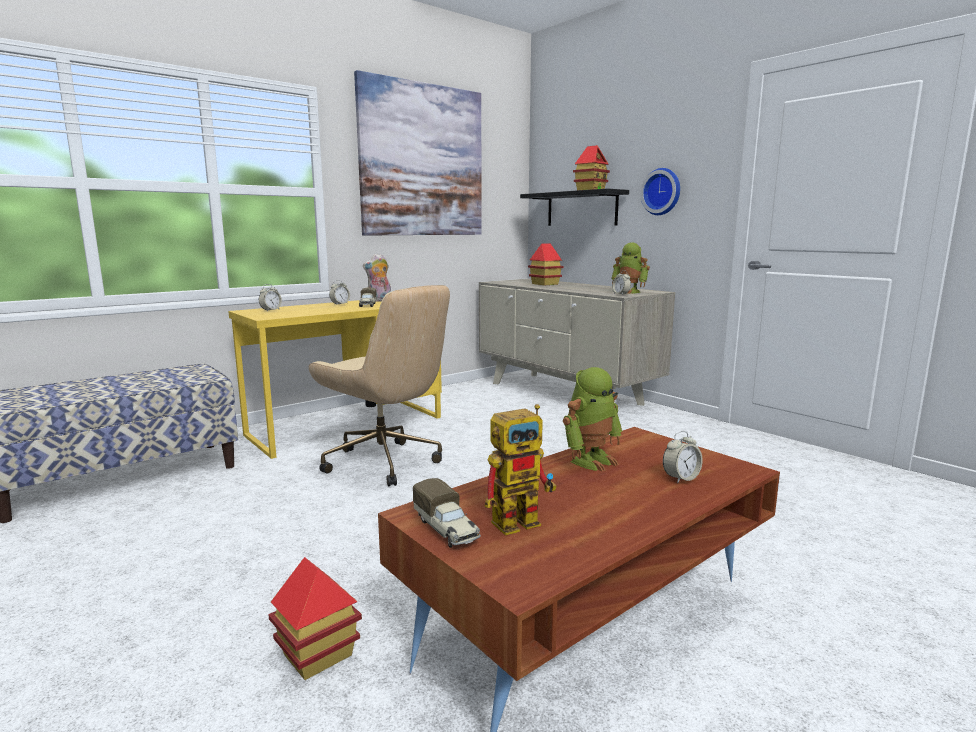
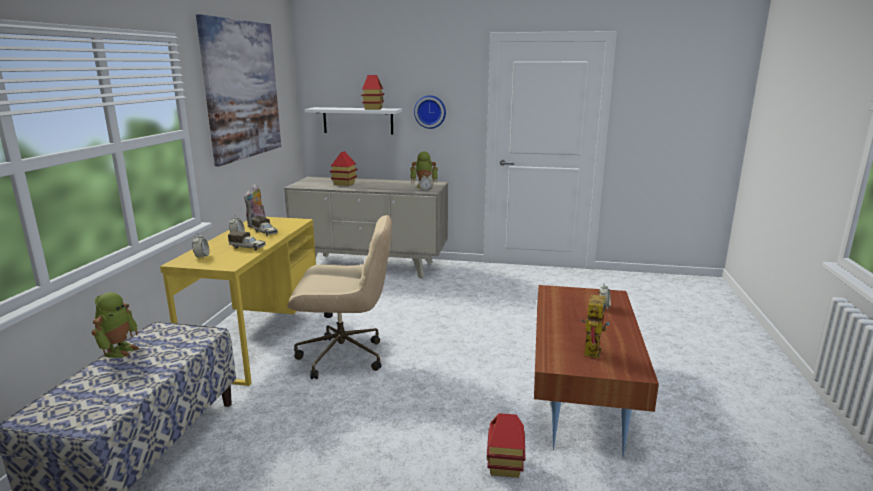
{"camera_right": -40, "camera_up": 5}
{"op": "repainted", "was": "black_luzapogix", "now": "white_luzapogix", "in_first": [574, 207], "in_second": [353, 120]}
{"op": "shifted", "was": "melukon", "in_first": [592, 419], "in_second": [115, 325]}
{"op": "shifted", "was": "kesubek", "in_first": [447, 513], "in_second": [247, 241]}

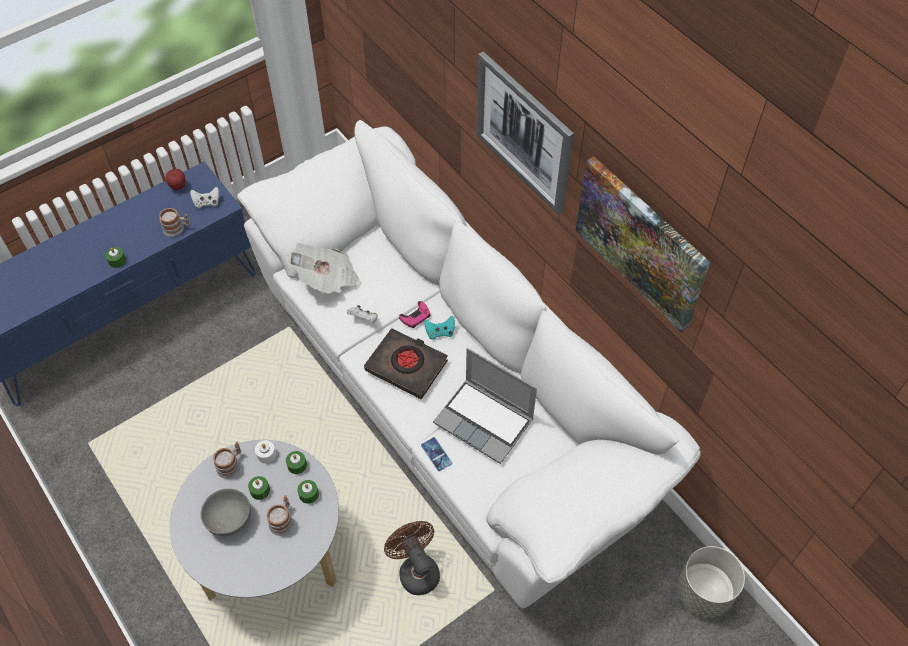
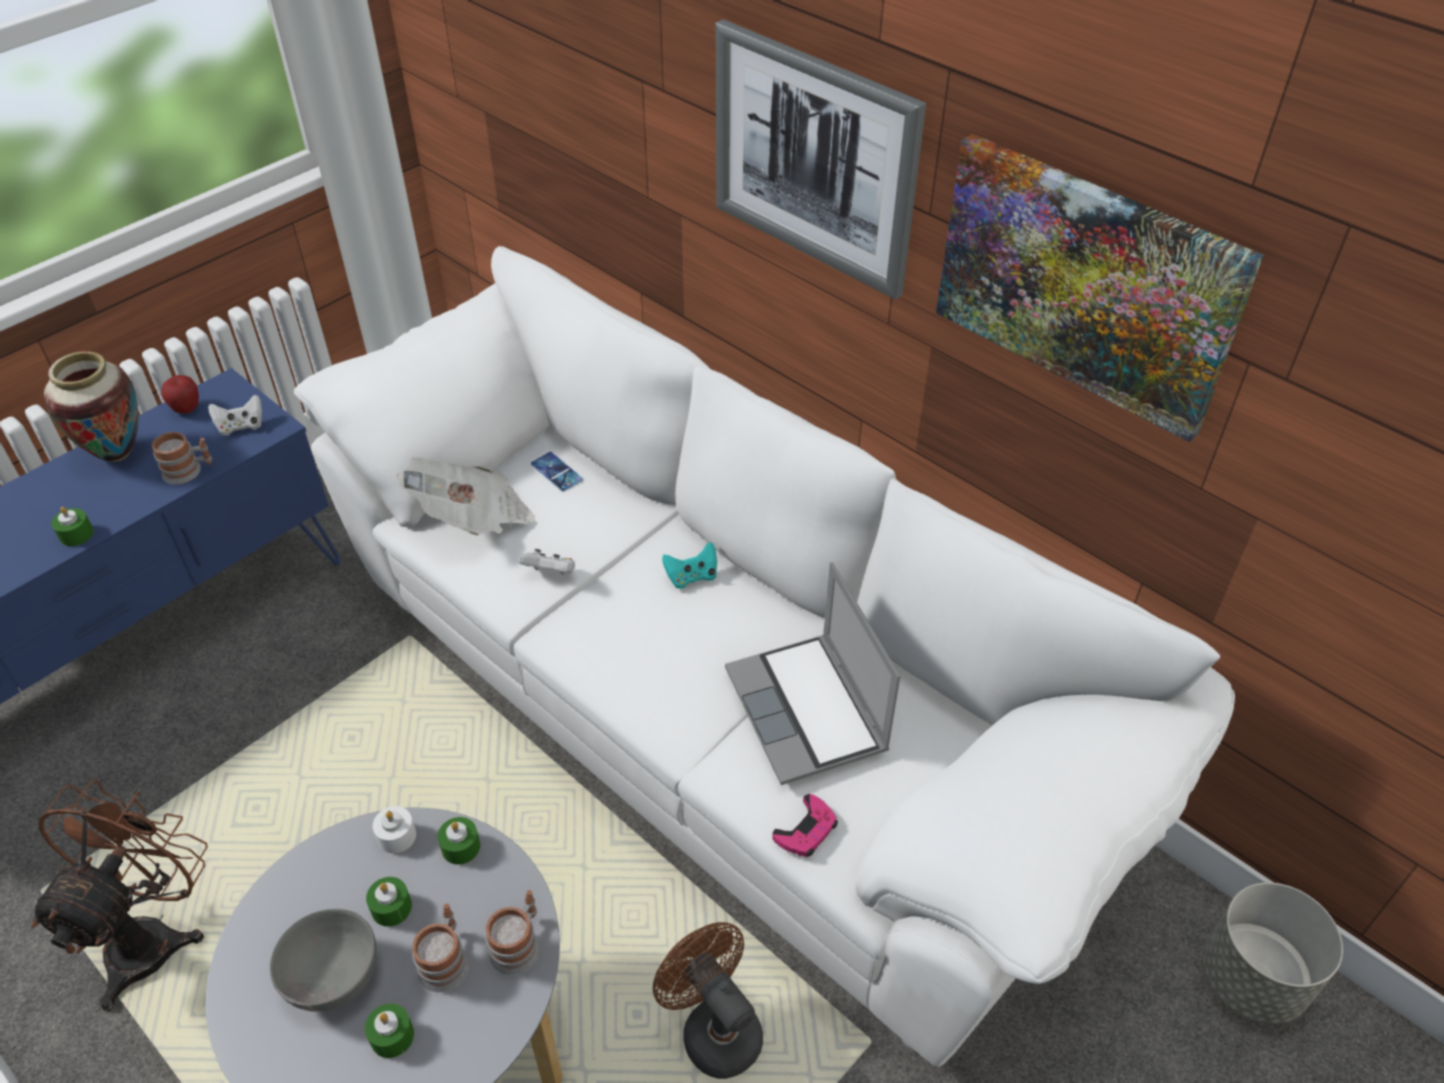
{"camera_right": -10, "camera_up": -10}
{"op": "shifted", "was": "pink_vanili", "in_first": [415, 314], "in_second": [805, 825]}
{"op": "gone", "was": "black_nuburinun", "in_first": [406, 363]}
{"op": "rotated", "was": "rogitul", "in_first": [485, 406], "in_second": [812, 673], "clockwise": 45}
{"op": "shifted", "was": "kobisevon", "in_first": [436, 454], "in_second": [557, 471]}
{"op": "shifted", "was": "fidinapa", "in_first": [227, 460], "in_second": [512, 932]}
{"op": "shifted", "was": "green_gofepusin", "in_first": [308, 492], "in_second": [389, 1030]}
{"op": "new", "now": "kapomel", "in_second": [91, 406]}
{"op": "new", "now": "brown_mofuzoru", "in_second": [119, 895]}

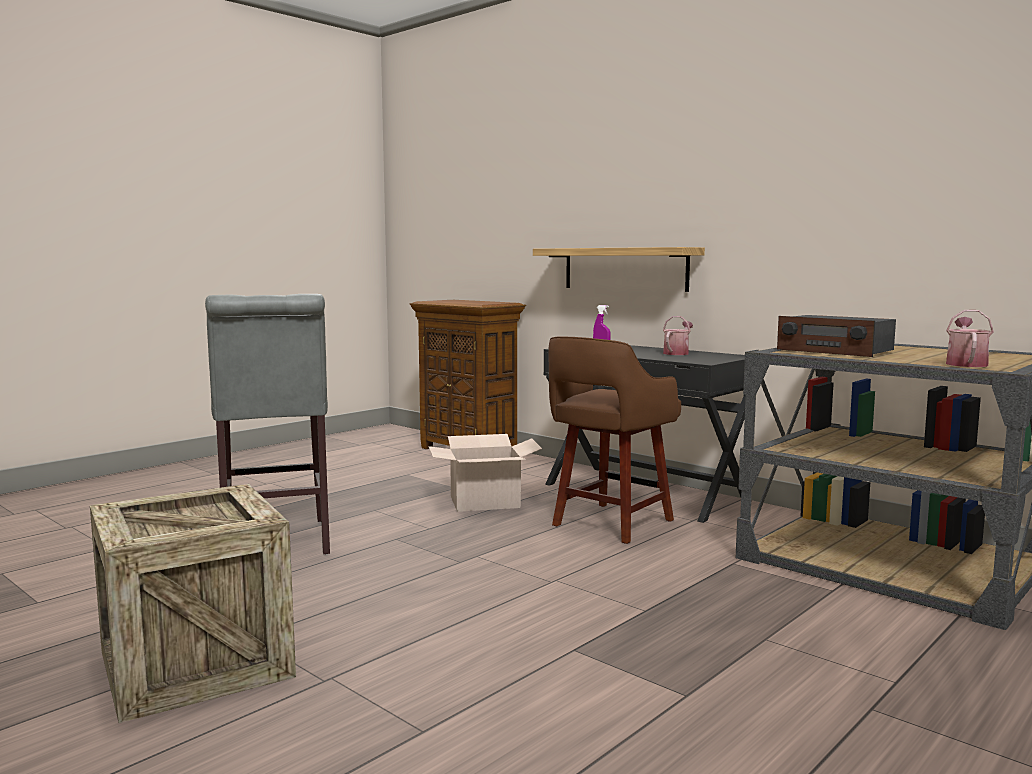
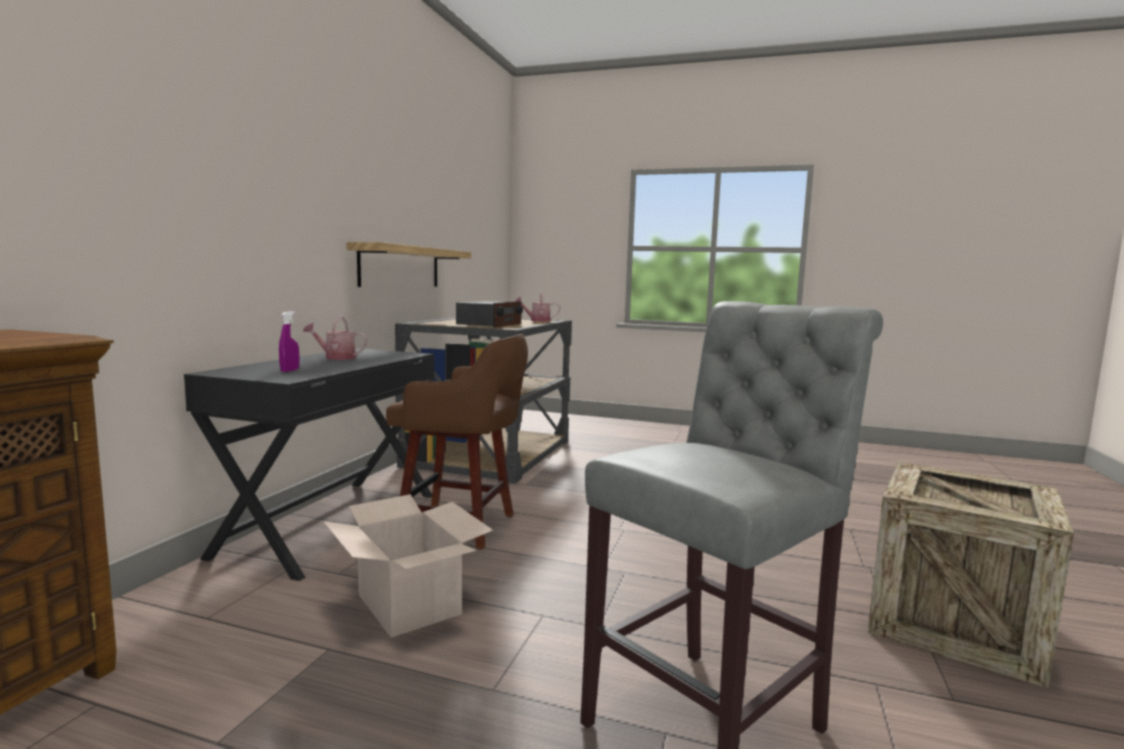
{"camera_right": -115, "camera_up": 0}
{"op": "shifted", "was": "luzapogix", "in_first": [619, 269], "in_second": [408, 264]}

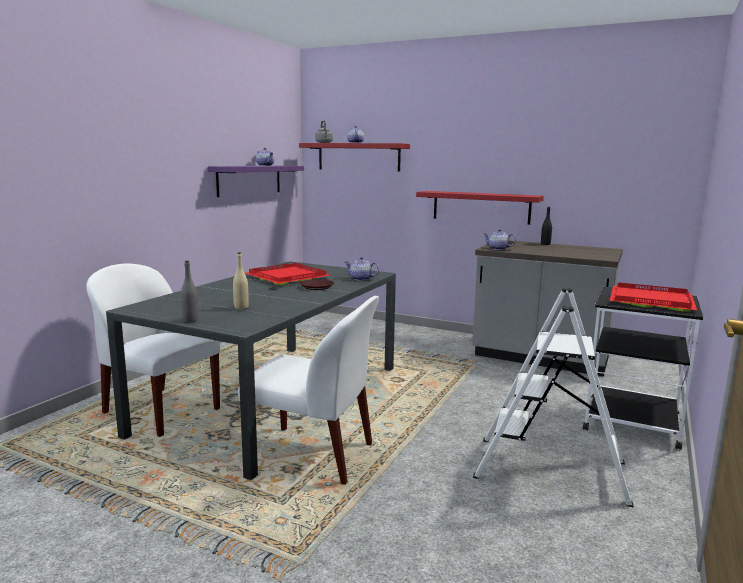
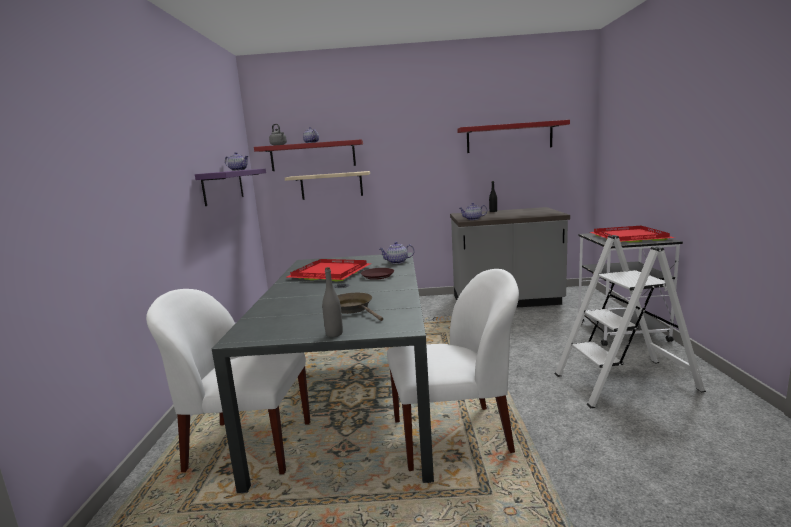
{"camera_right": -25, "camera_up": 0}
{"op": "shifted", "was": "red_luzapogix", "in_first": [480, 208], "in_second": [513, 136]}
{"op": "swapped", "was": "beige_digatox", "now": "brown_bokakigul", "in_first": [241, 280], "in_second": [360, 307]}
{"op": "new", "now": "beige_luzapogix", "in_second": [327, 185]}

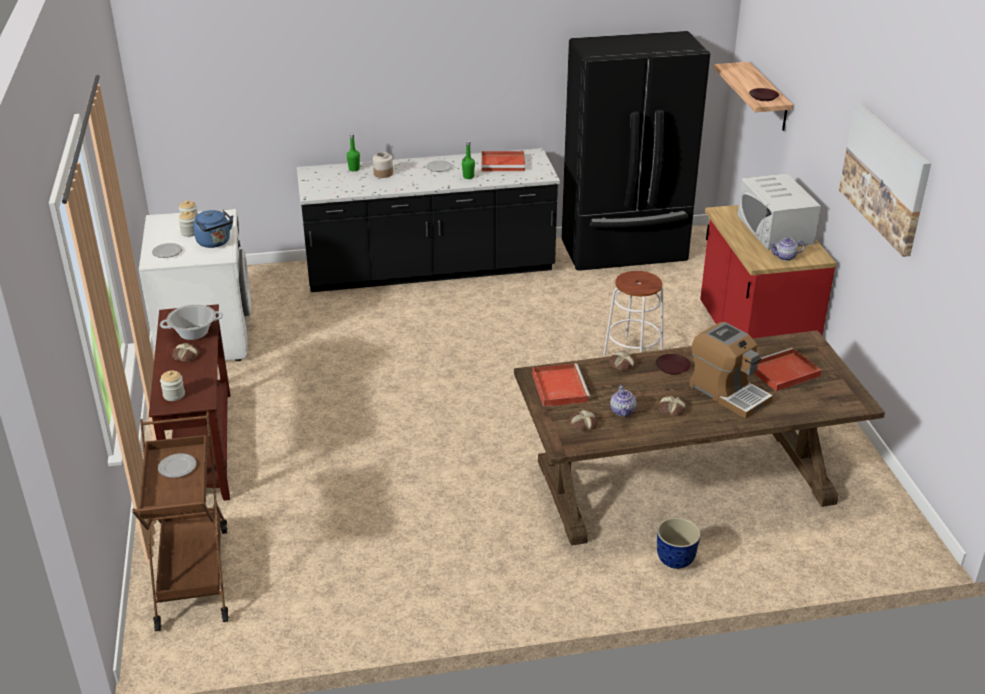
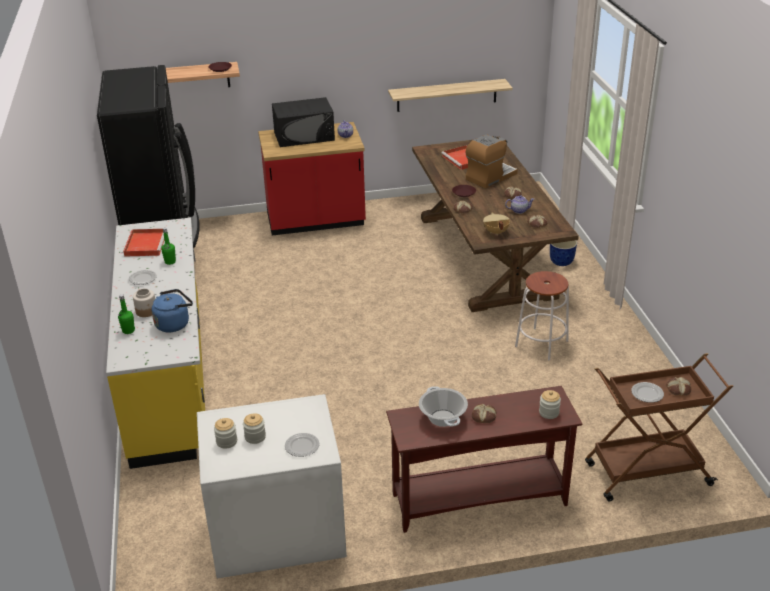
{"camera_right": -90, "camera_up": 0}
{"op": "gone", "was": "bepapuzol", "in_first": [885, 180]}
{"op": "repainted", "was": "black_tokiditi", "now": "yellow_tokiditi", "in_first": [428, 220], "in_second": [155, 343]}
{"op": "repainted", "was": "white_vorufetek", "now": "black_vorufetek", "in_first": [779, 211], "in_second": [303, 122]}
{"op": "shifted", "was": "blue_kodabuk", "in_first": [213, 229], "in_second": [172, 311]}
{"op": "shifted", "was": "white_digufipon", "in_first": [633, 313], "in_second": [542, 315]}
{"op": "swapped", "was": "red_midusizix", "now": "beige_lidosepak", "in_first": [561, 385], "in_second": [496, 224]}
{"op": "new", "now": "luzapogix", "in_second": [450, 95]}
{"op": "new", "now": "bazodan", "in_second": [678, 386]}

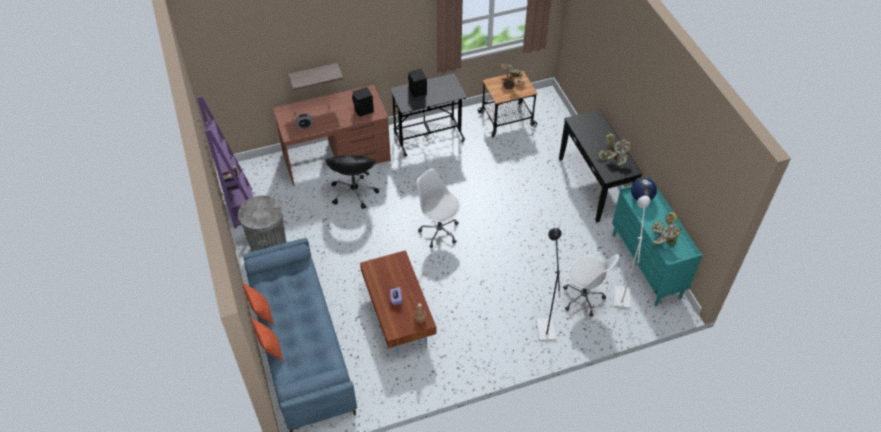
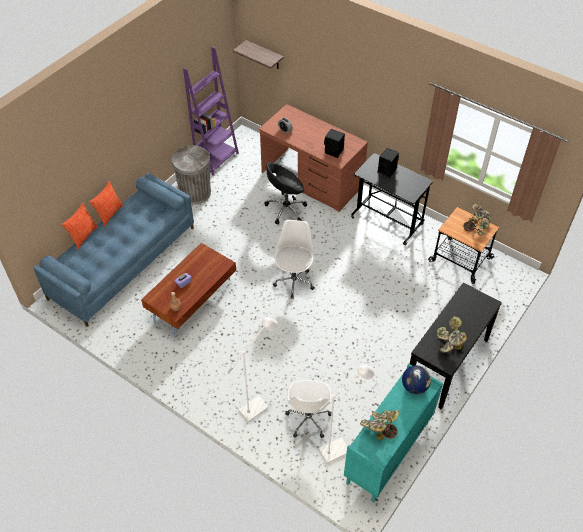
{"camera_right": 55, "camera_up": 0}
{"op": "shifted", "was": "luzapogix", "in_first": [315, 76], "in_second": [258, 54]}
{"op": "repainted", "was": "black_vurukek", "now": "white_vurukek", "in_first": [549, 284], "in_second": [252, 369]}

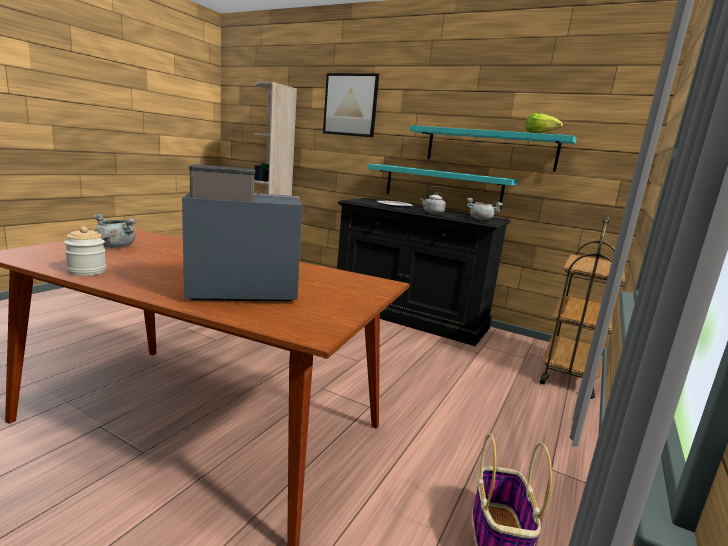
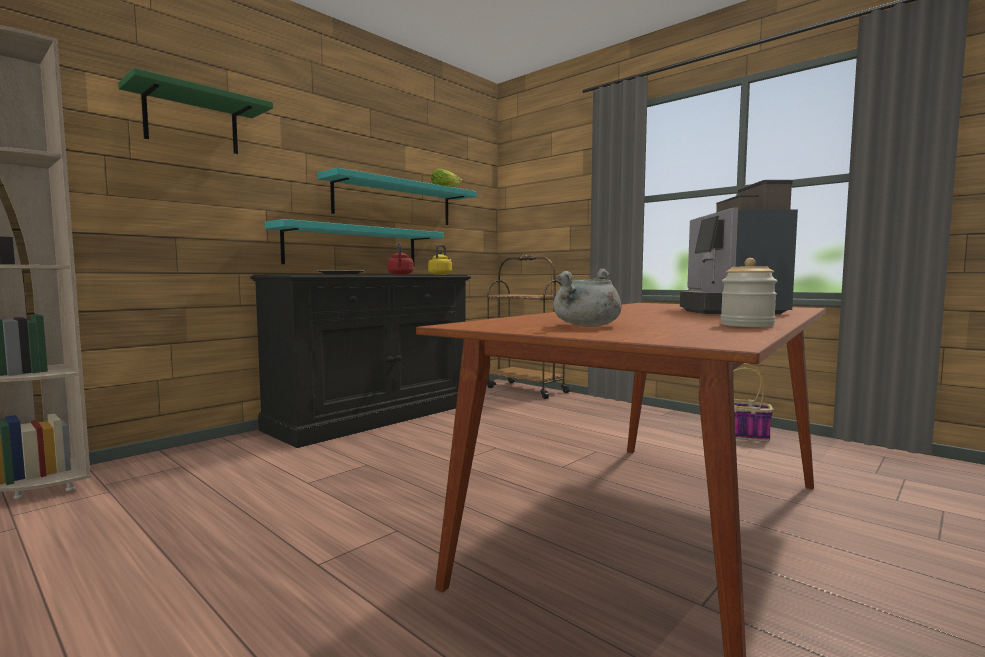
{"camera_right": -75, "camera_up": -10}
{"op": "swapped", "was": "bepapuzol", "now": "green_luzapogix", "in_first": [351, 105], "in_second": [196, 111]}
{"op": "repainted", "was": "grey_kodabuk", "now": "red_kodabuk", "in_first": [433, 200], "in_second": [400, 258]}
{"op": "swapped", "was": "grey_lidosepak", "now": "yellow_kodabuk", "in_first": [485, 209], "in_second": [440, 260]}

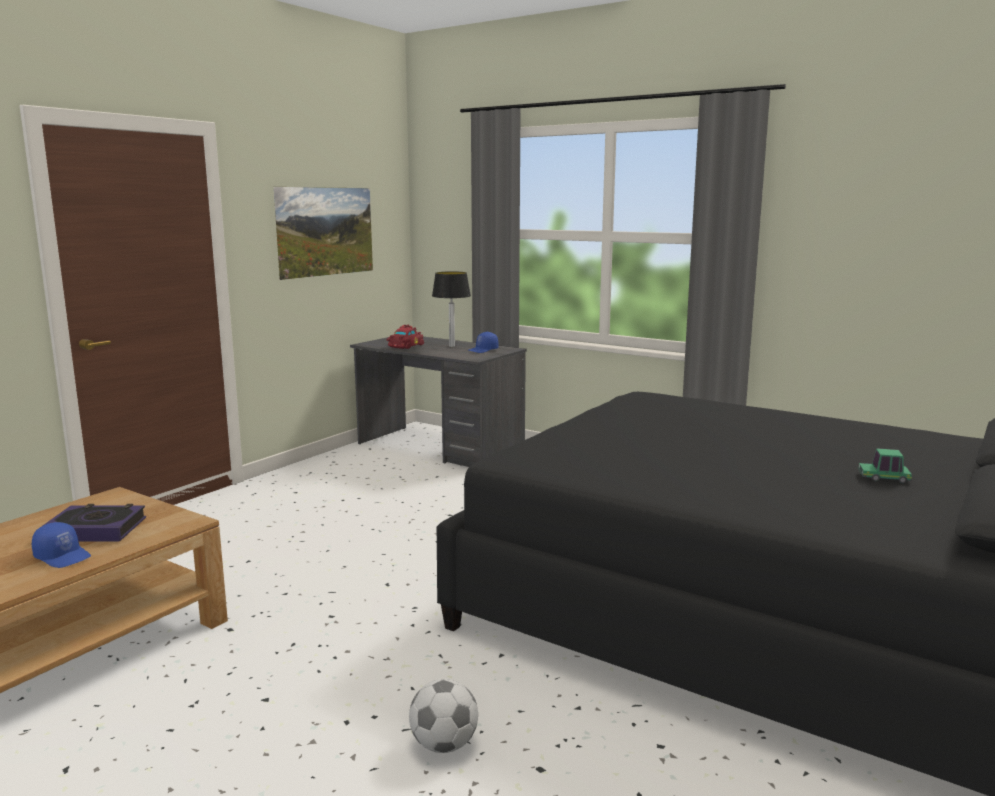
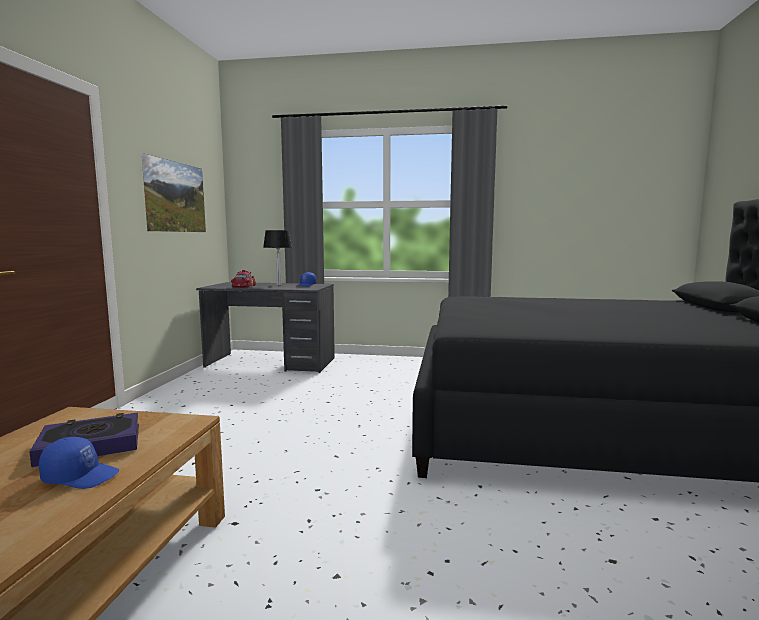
{"camera_right": -25, "camera_up": -5}
{"op": "gone", "was": "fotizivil", "in_first": [885, 465]}
{"op": "gone", "was": "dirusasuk", "in_first": [443, 716]}

